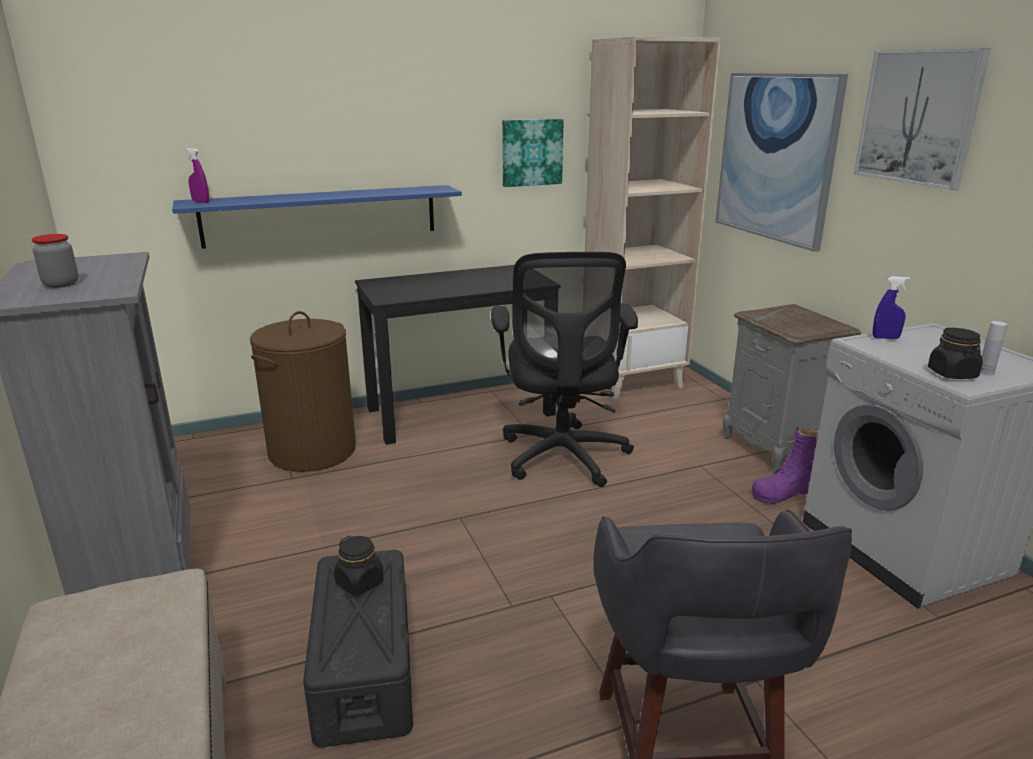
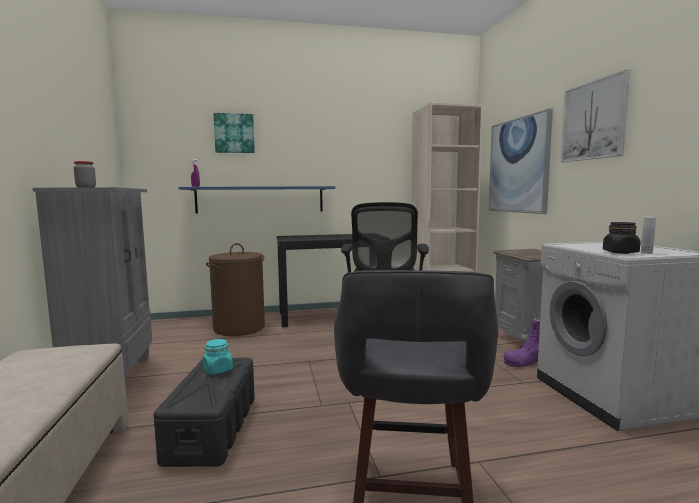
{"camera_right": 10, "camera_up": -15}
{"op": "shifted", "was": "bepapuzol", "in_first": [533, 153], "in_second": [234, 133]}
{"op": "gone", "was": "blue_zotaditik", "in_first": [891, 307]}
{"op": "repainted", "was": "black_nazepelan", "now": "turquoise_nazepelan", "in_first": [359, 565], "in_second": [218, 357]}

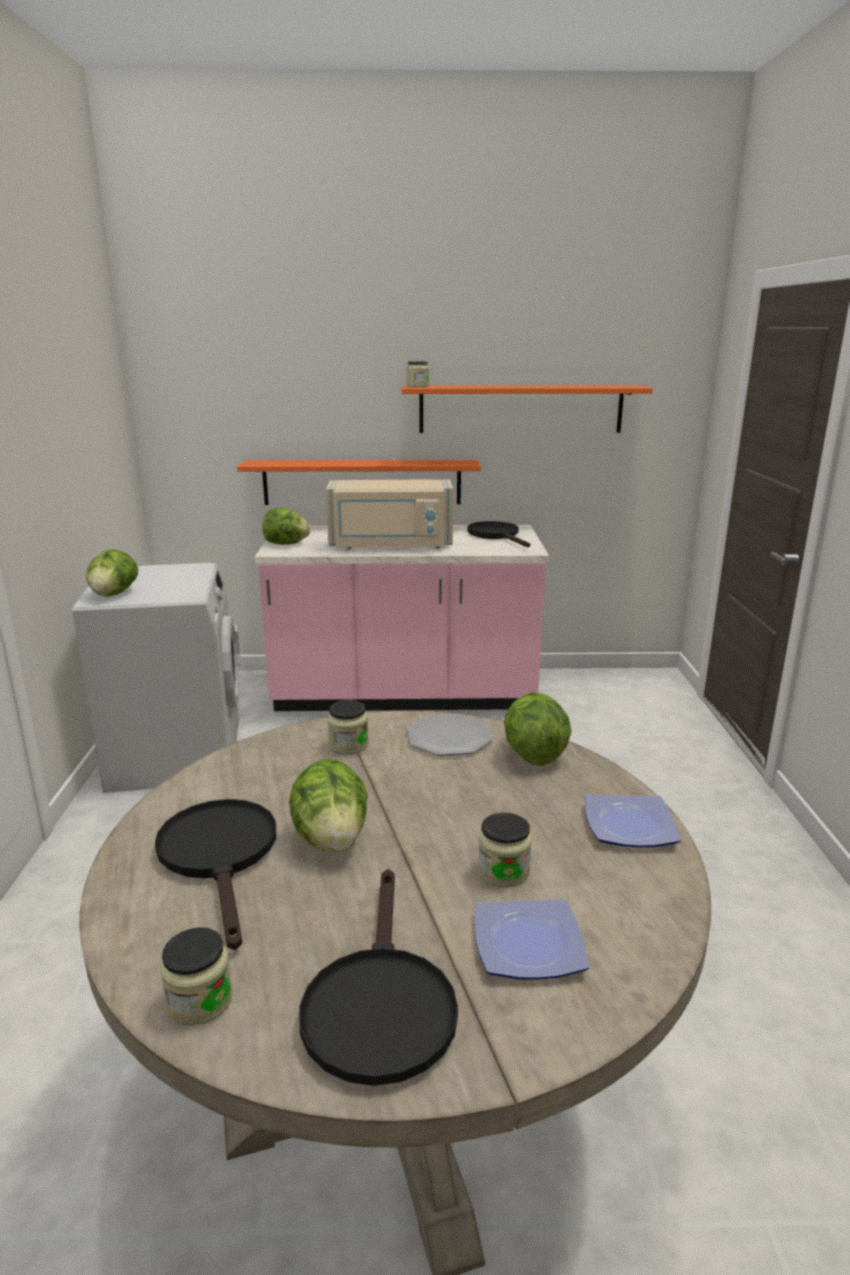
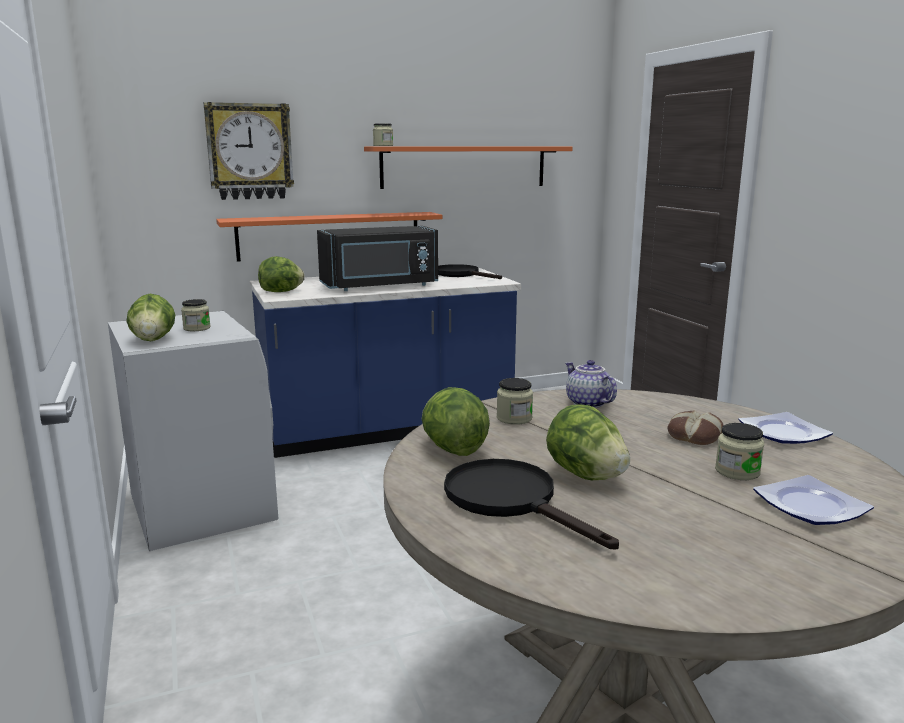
{"camera_right": -20, "camera_up": -5}
{"op": "repainted", "was": "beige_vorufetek", "now": "black_vorufetek", "in_first": [389, 514], "in_second": [377, 258]}
{"op": "repainted", "was": "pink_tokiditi", "now": "blue_tokiditi", "in_first": [402, 618], "in_second": [385, 362]}
{"op": "shifted", "was": "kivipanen", "in_first": [538, 729], "in_second": [456, 421]}
{"op": "swapped", "was": "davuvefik", "now": "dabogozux", "in_first": [450, 735], "in_second": [591, 384]}
{"op": "gone", "was": "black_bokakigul", "in_first": [378, 977]}
{"op": "shifted", "was": "nazepelan", "in_first": [196, 976], "in_second": [196, 315]}
{"op": "new", "now": "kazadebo", "in_second": [249, 151]}
{"op": "new", "now": "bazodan", "in_second": [695, 427]}

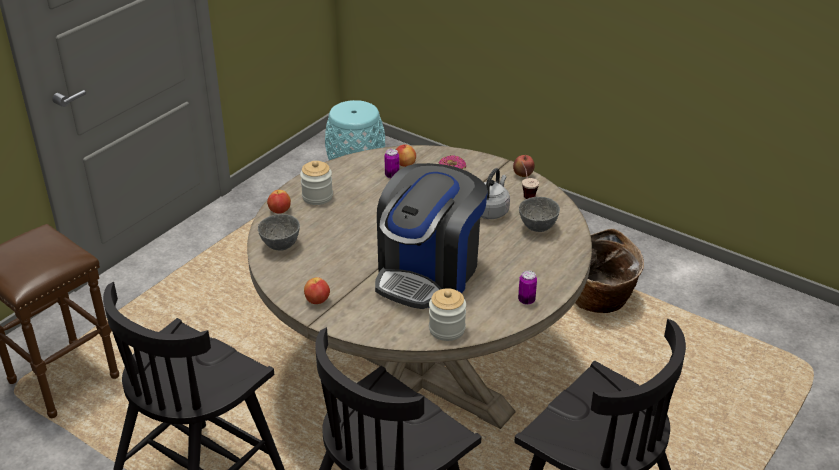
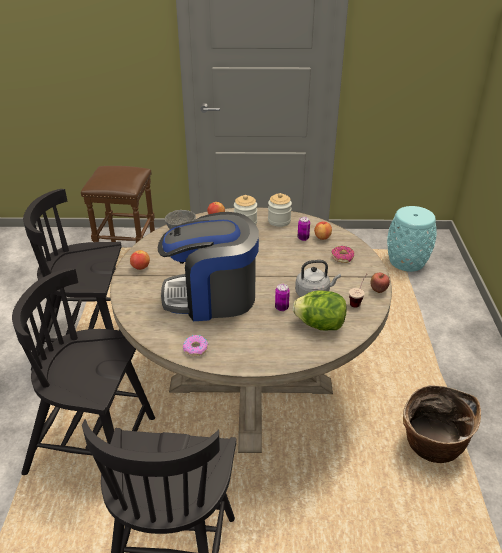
{"camera_right": 55, "camera_up": 0}
{"op": "swapped", "was": "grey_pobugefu", "now": "kivipanen", "in_first": [539, 214], "in_second": [320, 310]}
{"op": "shifted", "was": "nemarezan", "in_first": [527, 288], "in_second": [282, 297]}
{"op": "shifted", "was": "nazepelan", "in_first": [447, 314], "in_second": [280, 210]}
{"op": "new", "now": "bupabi", "in_second": [195, 345]}

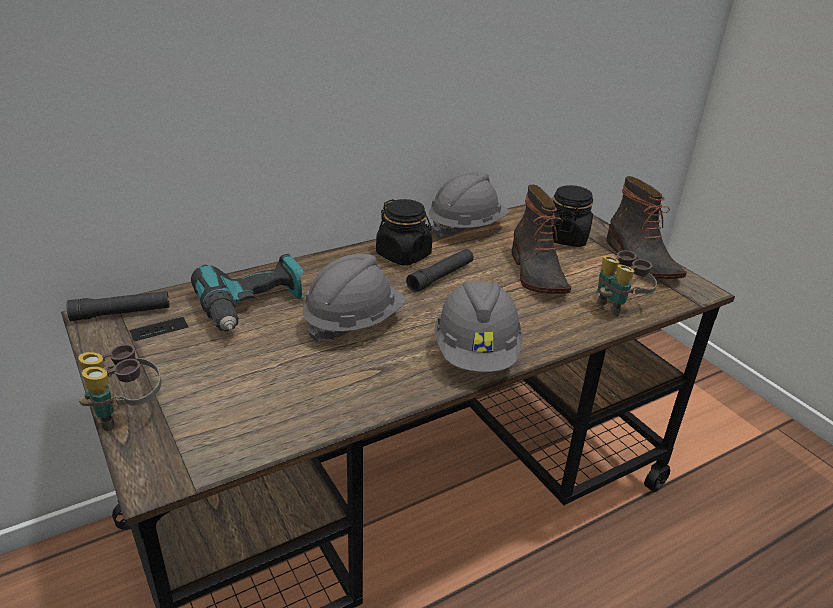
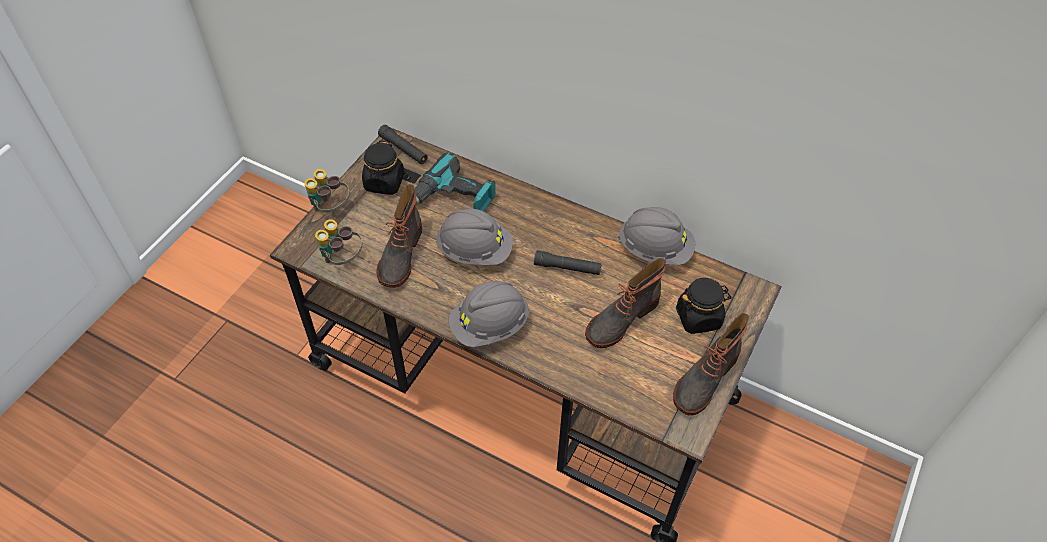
{"camera_right": 60, "camera_up": 20}
{"op": "shifted", "was": "black_nazepelan", "in_first": [404, 232], "in_second": [383, 168]}
{"op": "shifted", "was": "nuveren", "in_first": [627, 284], "in_second": [338, 242]}
{"op": "new", "now": "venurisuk", "in_second": [399, 236]}

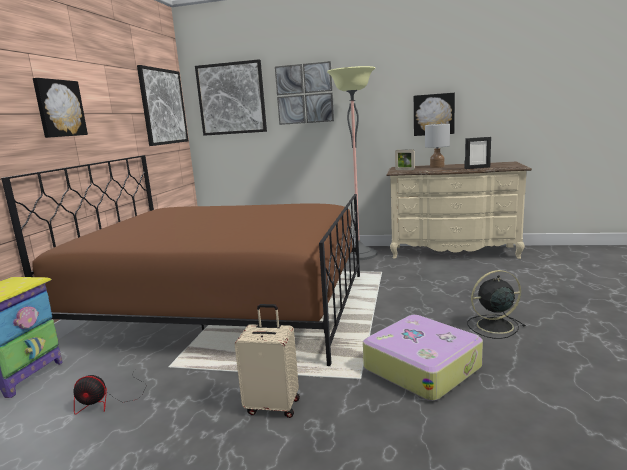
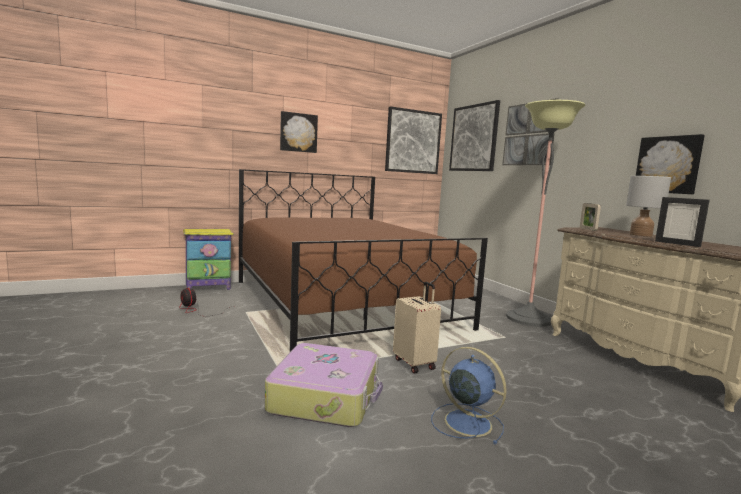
{"camera_right": 50, "camera_up": -5}
{"op": "repainted", "was": "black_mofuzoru", "now": "blue_mofuzoru", "in_first": [496, 304], "in_second": [469, 395]}
{"op": "shifted", "was": "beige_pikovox", "in_first": [267, 361], "in_second": [417, 327]}

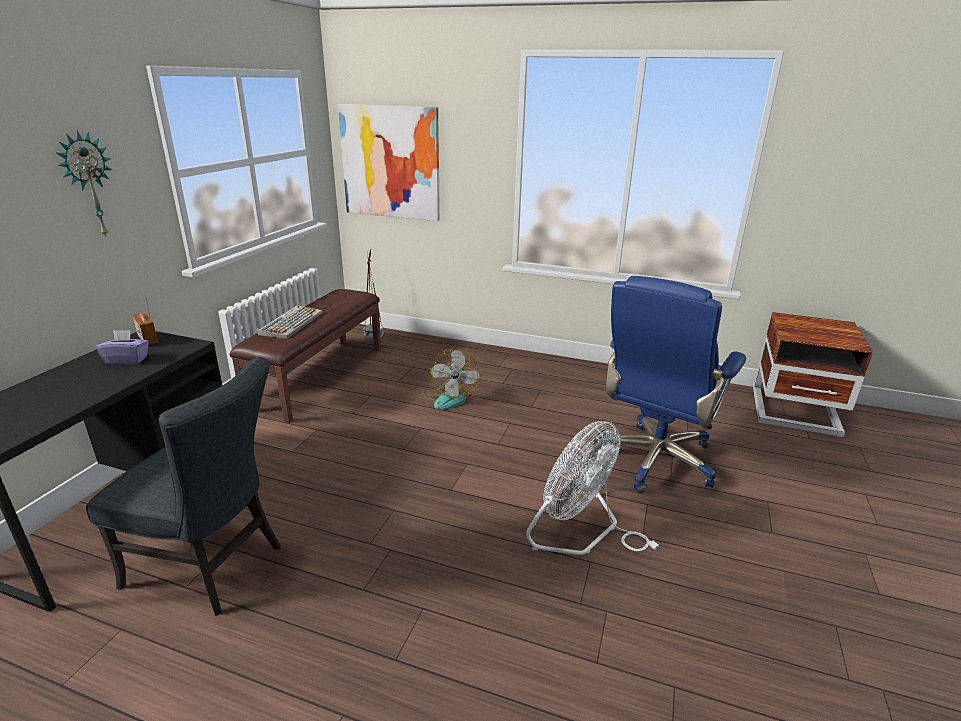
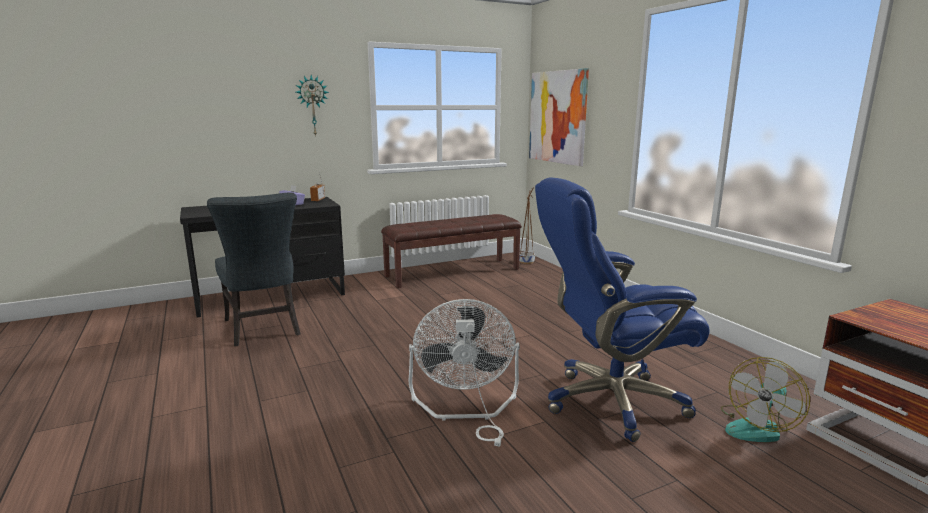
{"camera_right": 45, "camera_up": -10}
{"op": "gone", "was": "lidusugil", "in_first": [290, 322]}
{"op": "shifted", "was": "mofuzoru", "in_first": [452, 379], "in_second": [765, 399]}

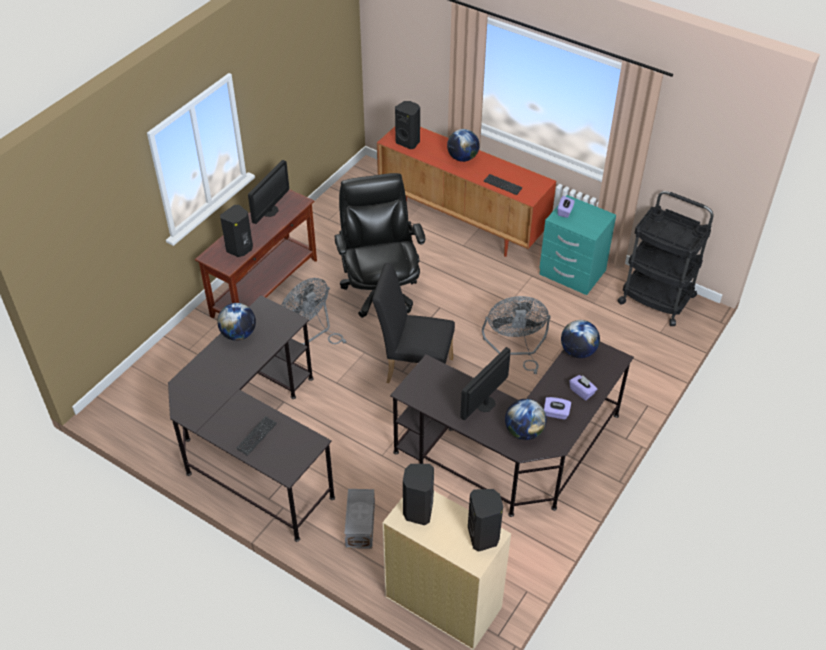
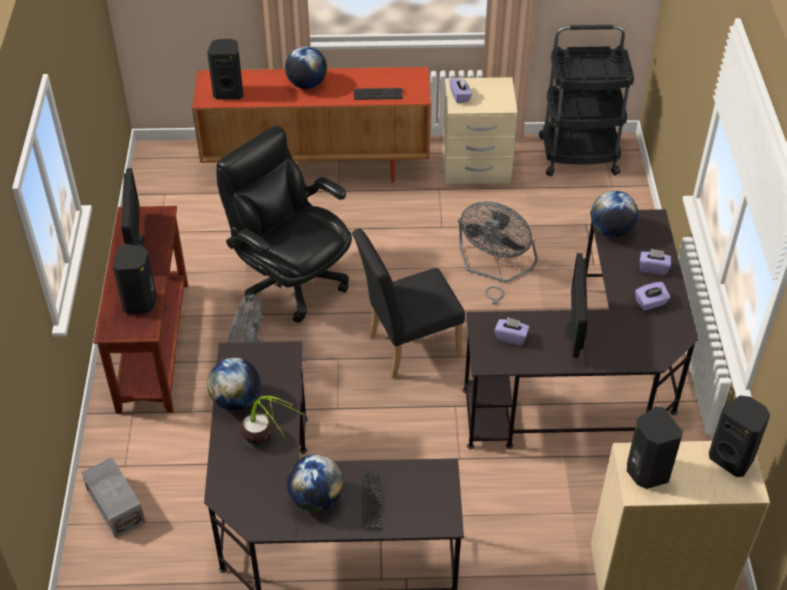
{"camera_right": -35, "camera_up": 0}
{"op": "repainted", "was": "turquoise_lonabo", "now": "beige_lonabo", "in_first": [577, 245], "in_second": [480, 130]}
{"op": "rotated", "was": "grey_mofuzoru", "in_first": [516, 335], "in_second": [498, 253], "clockwise": 60}
{"op": "shifted", "was": "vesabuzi", "in_first": [526, 419], "in_second": [315, 483]}
{"op": "shifted", "was": "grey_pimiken", "in_first": [359, 519], "in_second": [113, 497]}
{"op": "new", "now": "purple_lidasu", "in_second": [511, 331]}
{"op": "new", "now": "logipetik", "in_second": [271, 423]}

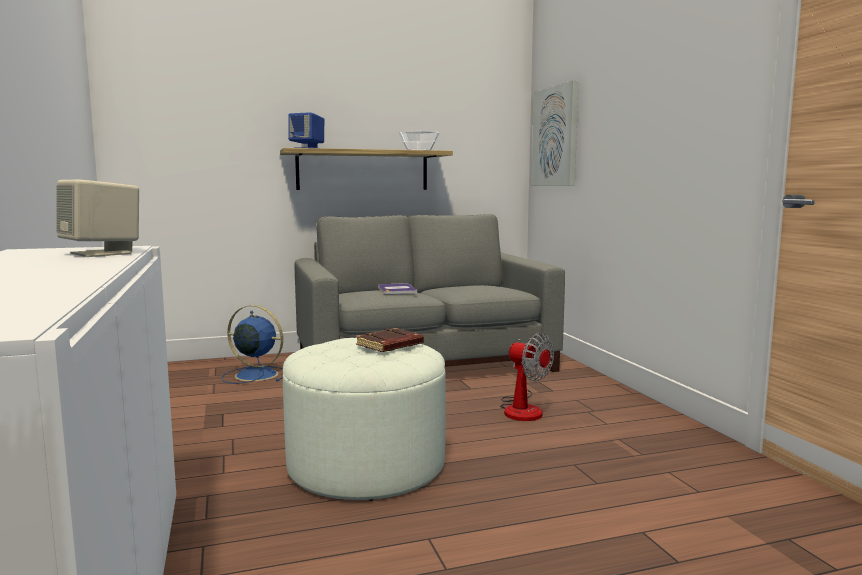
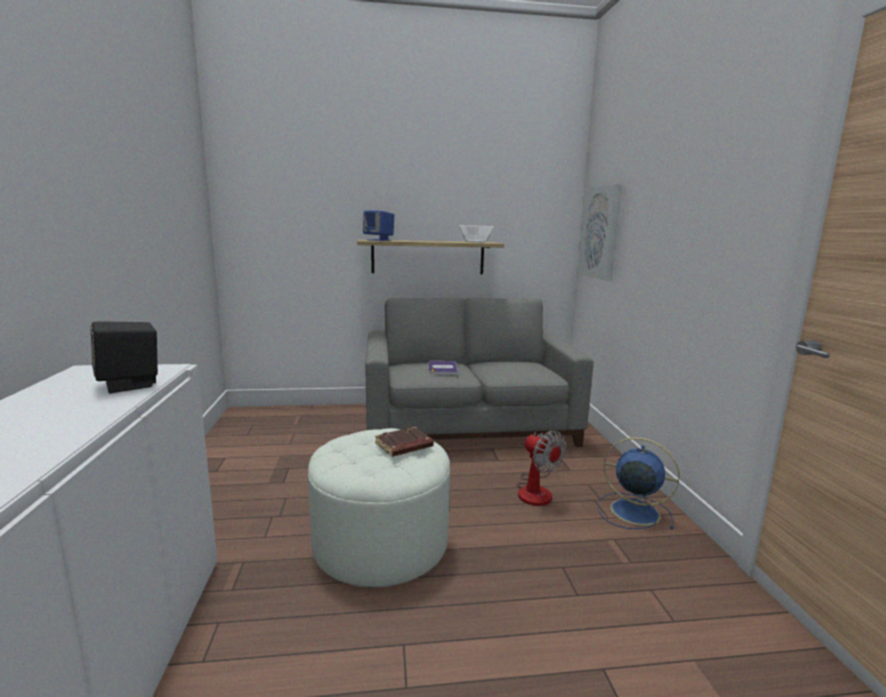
{"camera_right": 10, "camera_up": 5}
{"op": "repainted", "was": "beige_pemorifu", "now": "black_pemorifu", "in_first": [97, 218], "in_second": [124, 357]}
{"op": "shifted", "was": "blue_mofuzoru", "in_first": [252, 344], "in_second": [639, 483]}

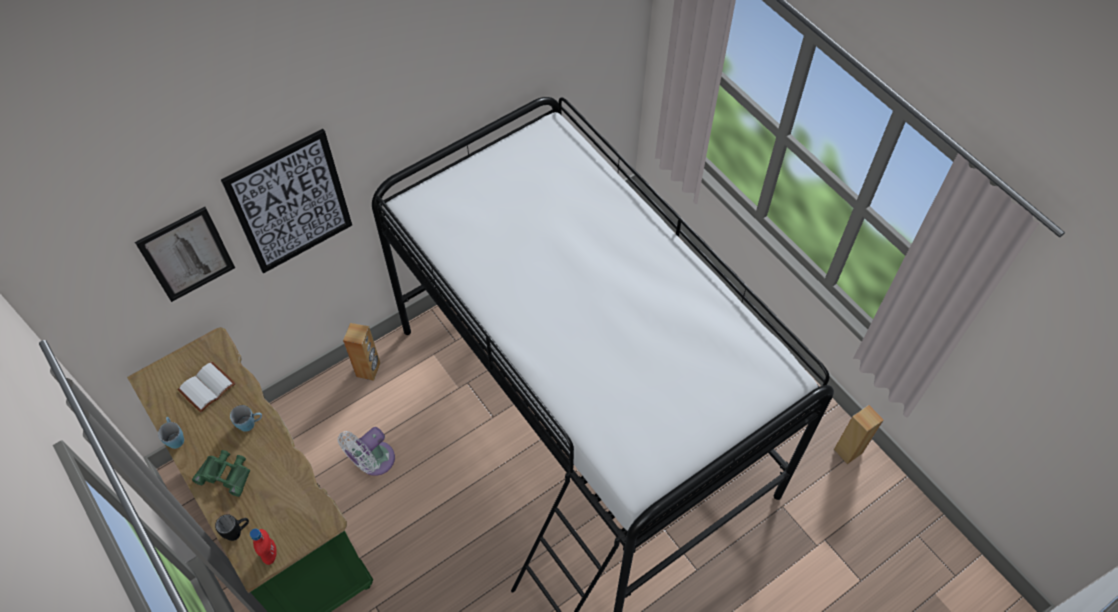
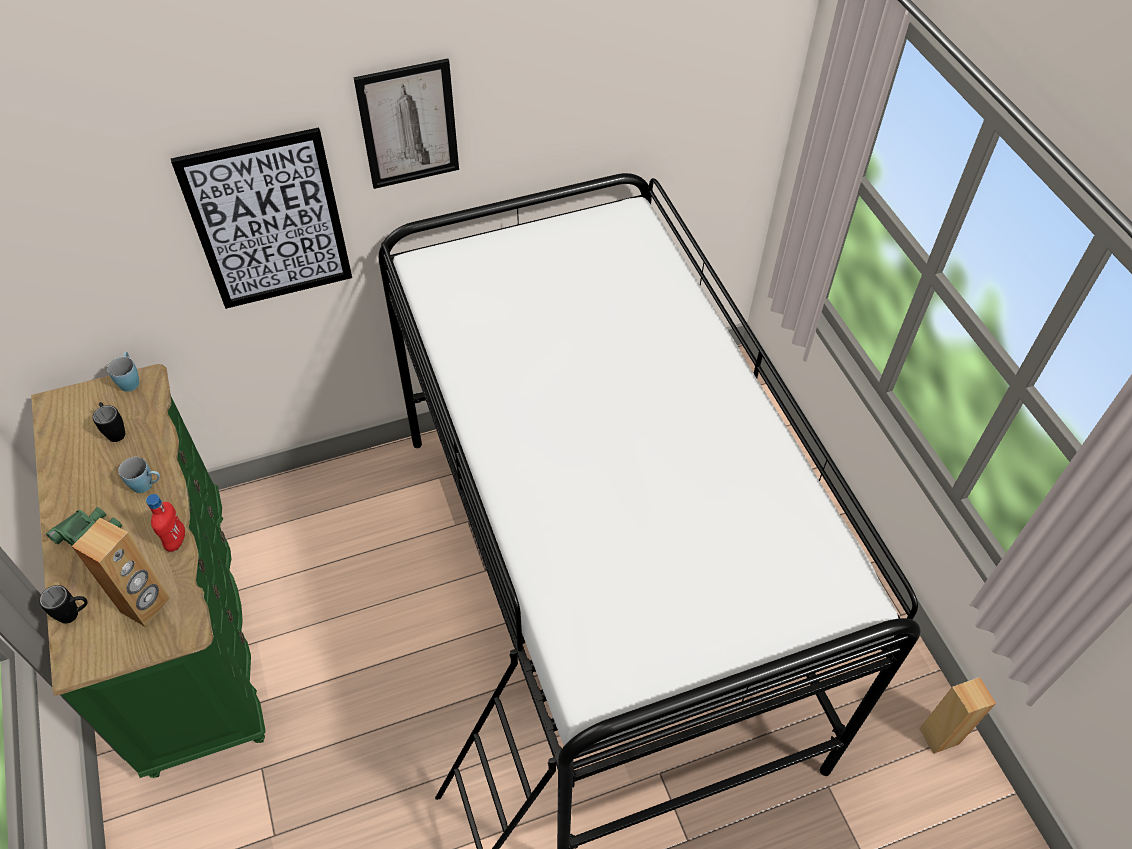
{"camera_right": 15, "camera_up": -5}
{"op": "shifted", "was": "bepapuzol", "in_first": [185, 254], "in_second": [406, 123]}
{"op": "shifted", "was": "brown_pemorifu", "in_first": [361, 352], "in_second": [121, 572]}
{"op": "swapped", "was": "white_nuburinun", "now": "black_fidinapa", "in_first": [206, 387], "in_second": [109, 422]}
{"op": "shifted", "was": "blue_fidinapa", "in_first": [171, 433], "in_second": [123, 372]}
{"op": "gone", "was": "white_mofuzoru", "in_first": [366, 451]}
{"op": "shifted", "was": "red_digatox", "in_first": [263, 547], "in_second": [165, 523]}

